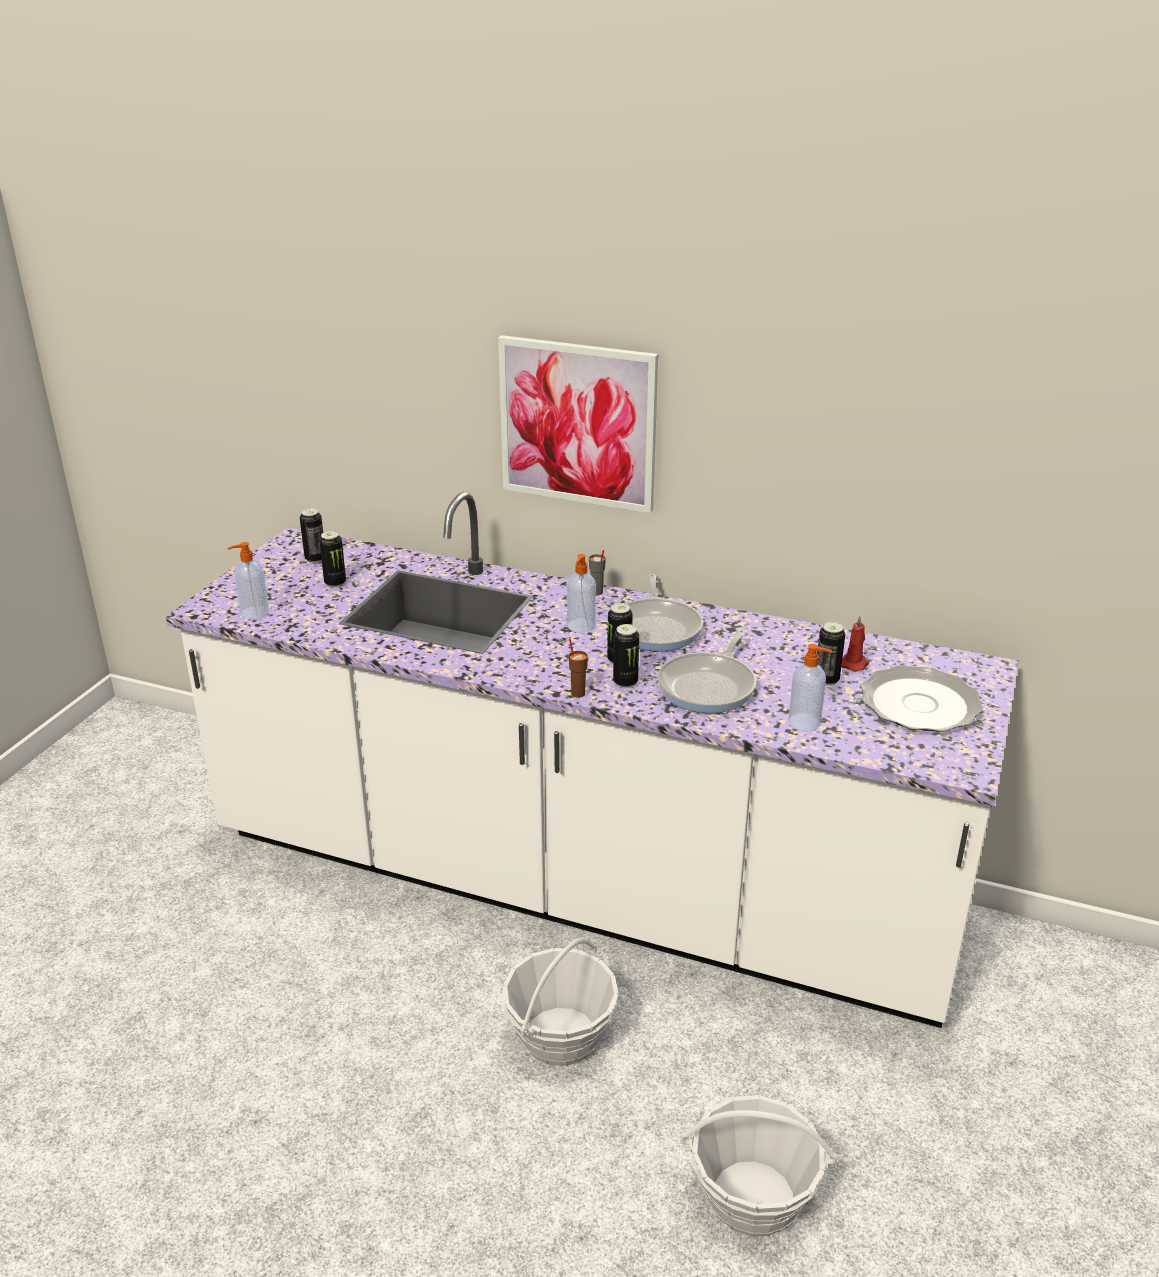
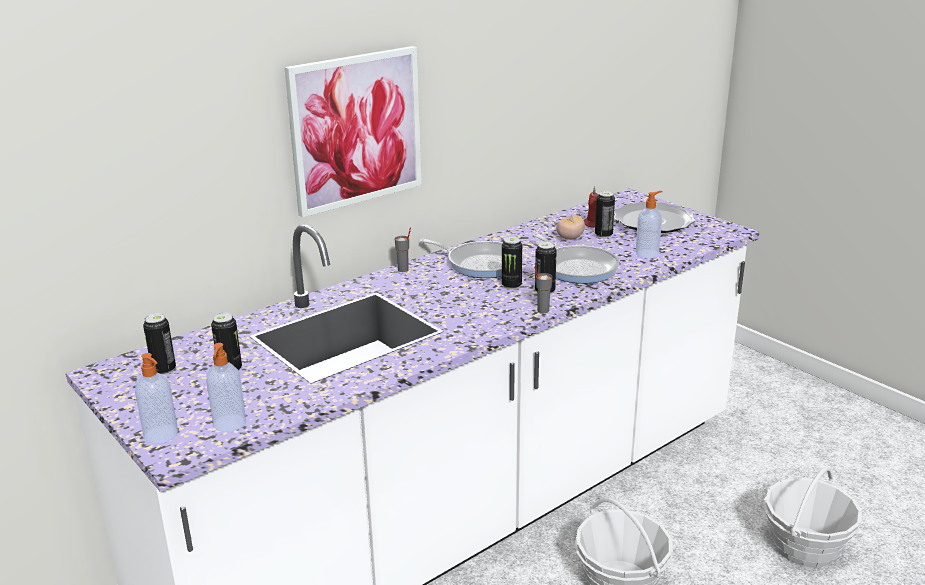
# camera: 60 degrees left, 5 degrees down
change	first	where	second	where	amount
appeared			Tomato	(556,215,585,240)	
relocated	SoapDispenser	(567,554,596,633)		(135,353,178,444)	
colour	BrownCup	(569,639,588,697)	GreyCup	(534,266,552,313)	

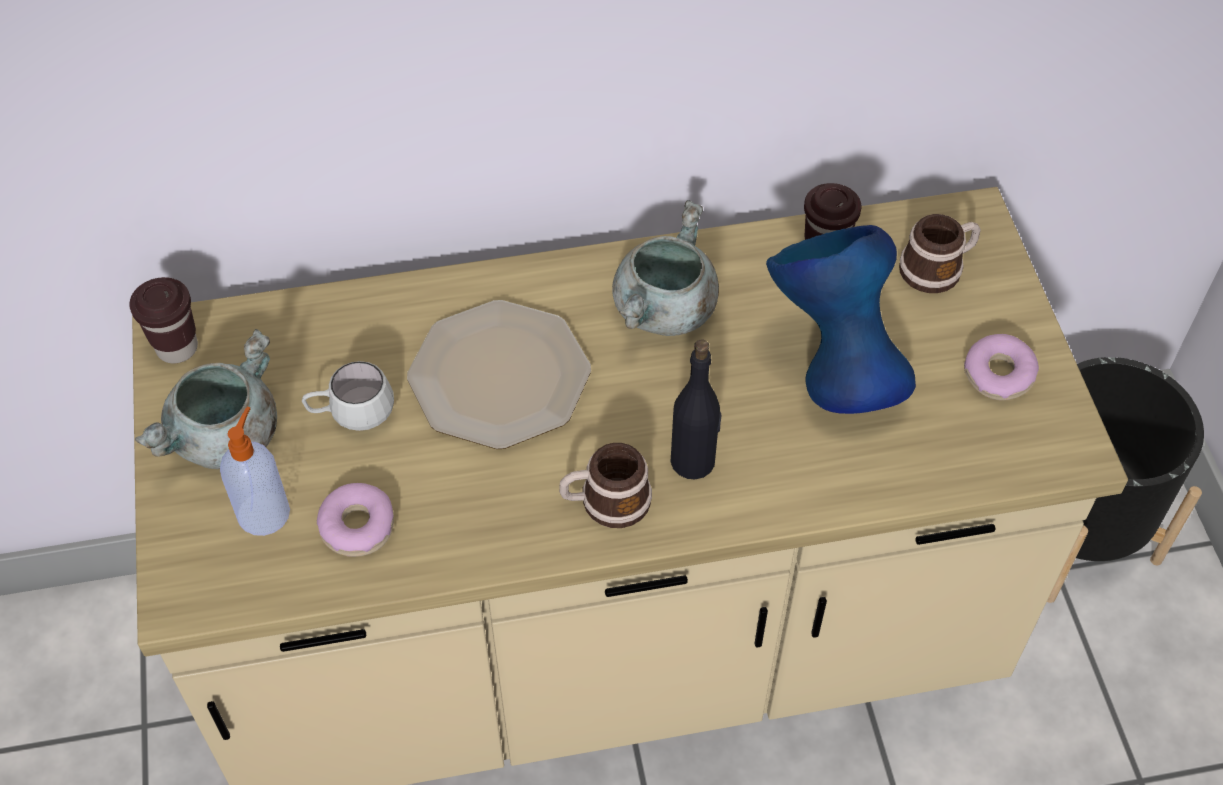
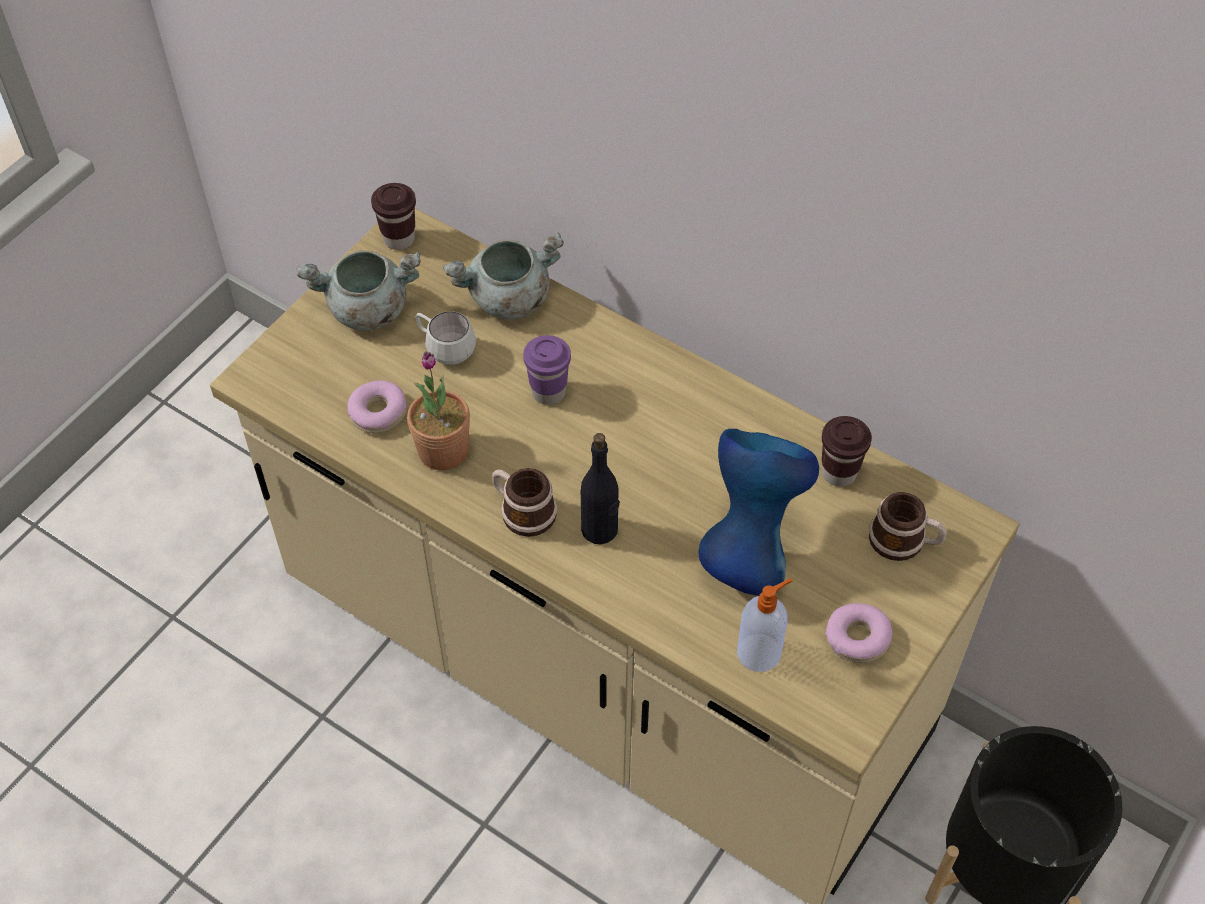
# camera: 45 degrees right, 0 degrees up
change	first	where	second	where	amount
appeared			PottedPlant	(407,351,470,470)	
relocated	SoapDispenser	(220,406,290,536)		(737,579,793,672)	
relocated	GreyCookingPot	(612,200,719,336)		(443,232,564,319)	
exchanged	Plate	(407,300,591,449)	PurpleCup	(523,335,571,405)	

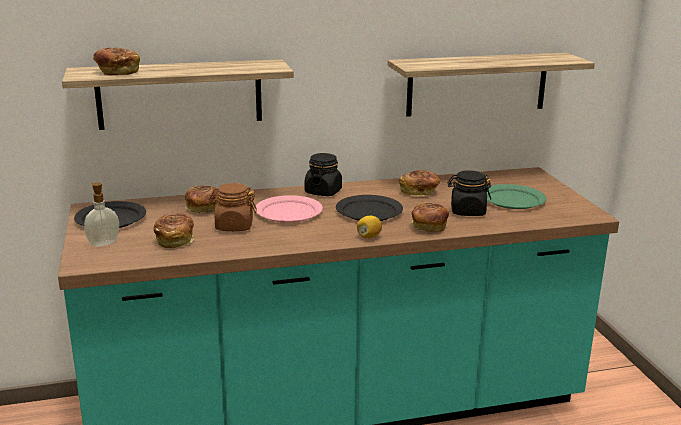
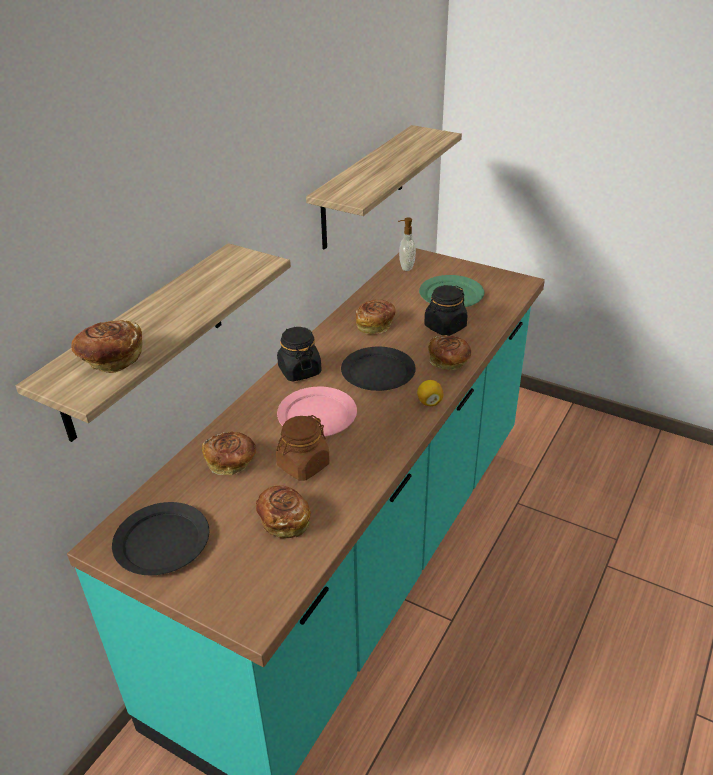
# camera: 45 degrees left, 15 degrees up
change	first	where	second	where	amount
relocated	SoapDispenser	(84,182,119,247)		(398,218,416,271)	

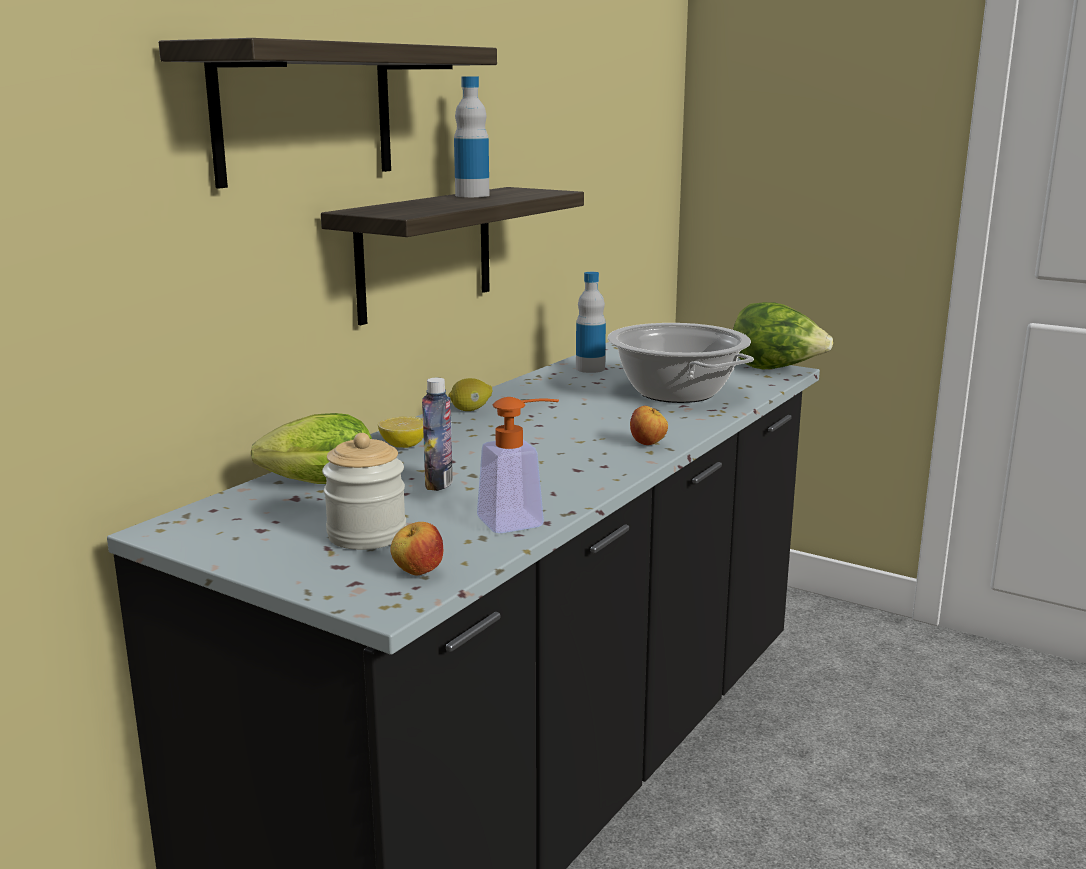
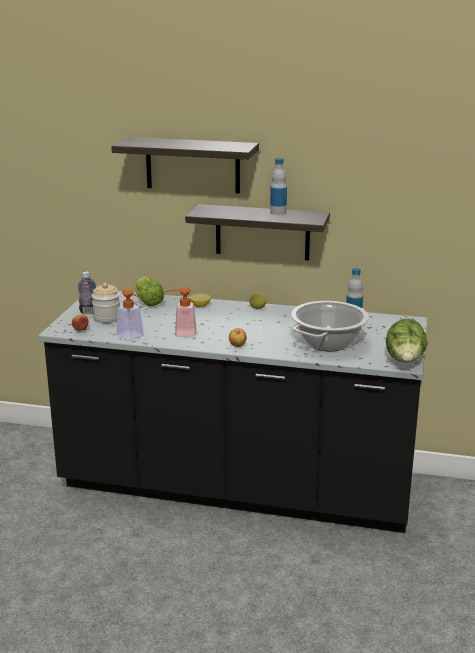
# camera: 70 degrees right, 5 degrees up
change	first	where	second	where	amount
appeared			SoapDispenser	(165,287,197,337)	
relocated	Bottle	(422,378,453,491)		(78,271,96,314)	

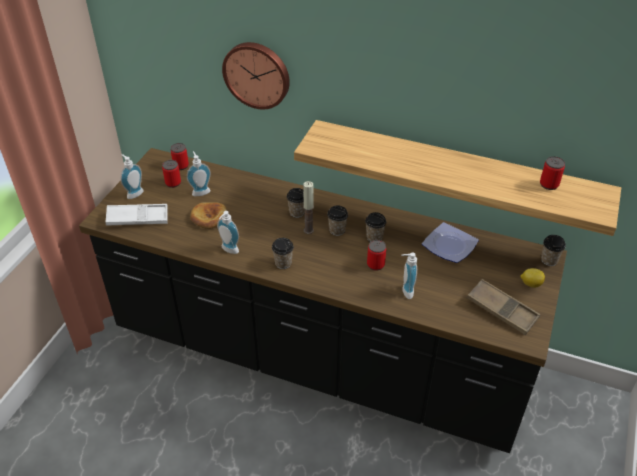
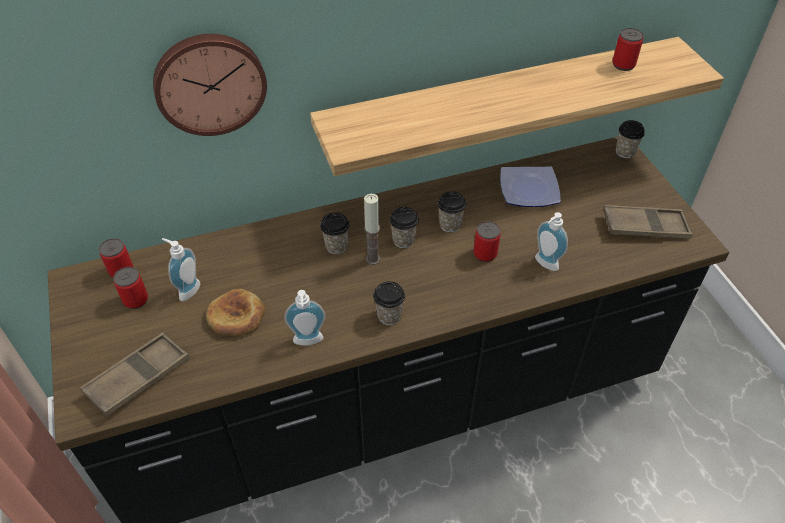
# camera: 40 degrees left, 5 degrees up
change	first	where	second	where	amount
missing	SoapDispenser	(121,154,144,199)			
missing	Lemon	(520,268,545,288)			
colour	WhiteTray	(105,204,168,226)	BrownTray	(80,333,190,416)	

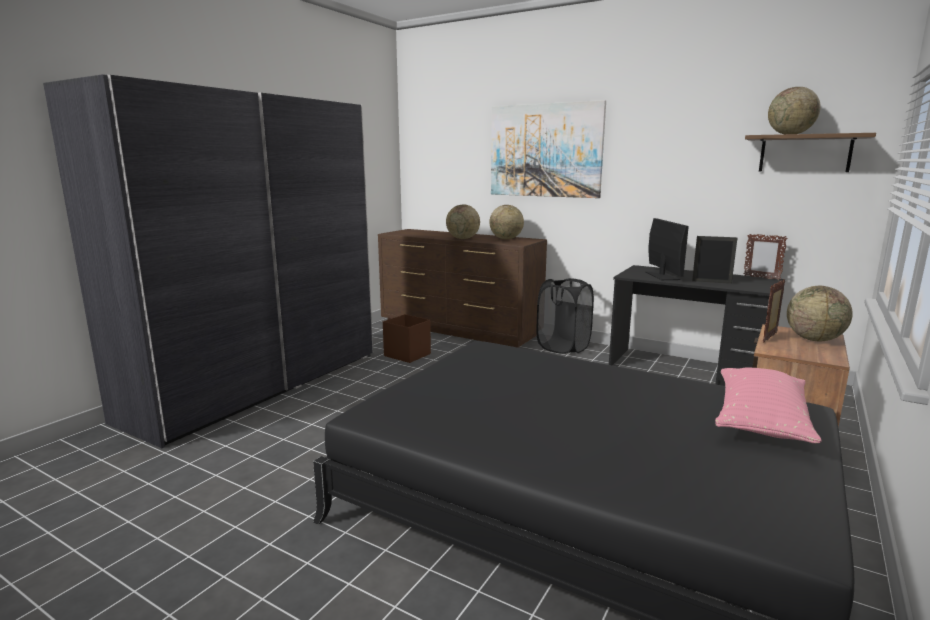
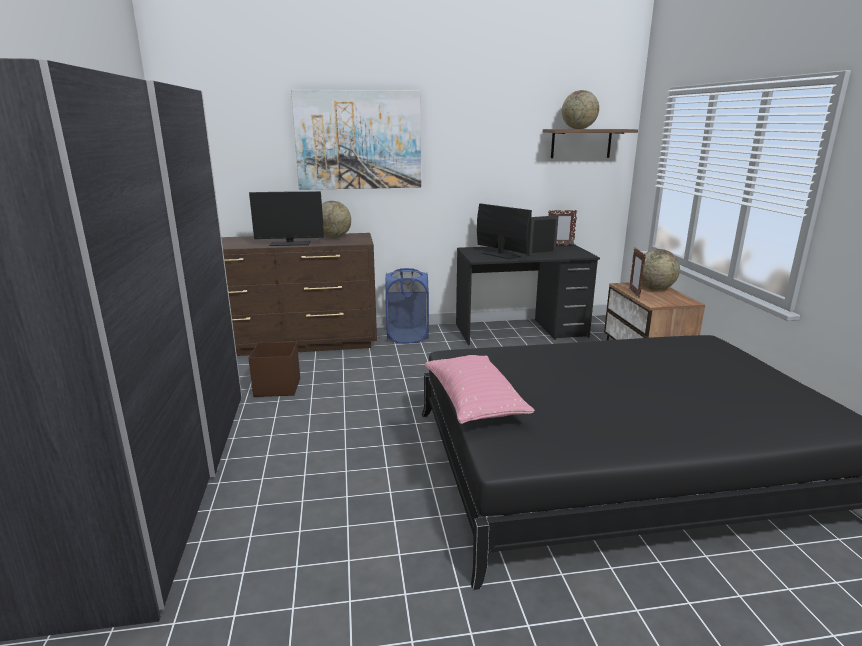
# camera: 40 degrees left, 5 degrees up
change	first	where	second	where	amount
relocated	PinkPillow	(715,367,822,443)		(425,355,535,424)	
exchanged	Globe	(446,204,480,239)	Monitor	(249,191,324,246)	
colour	BlackLaundryBasket	(536,278,594,354)	BlueLaundryBasket	(385,268,429,343)	

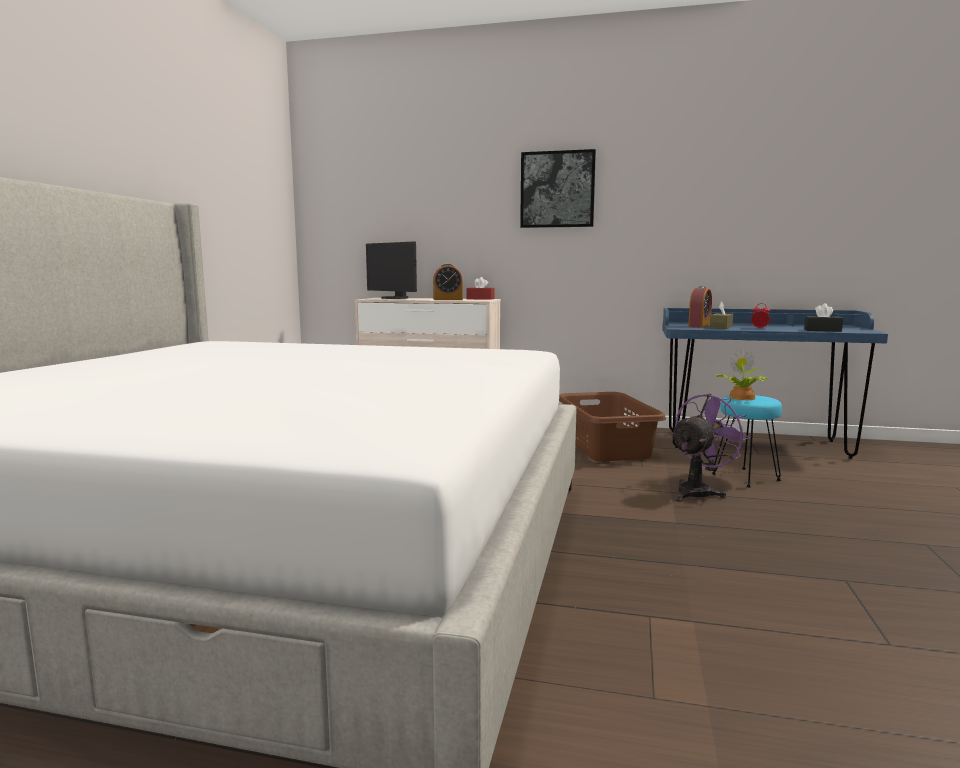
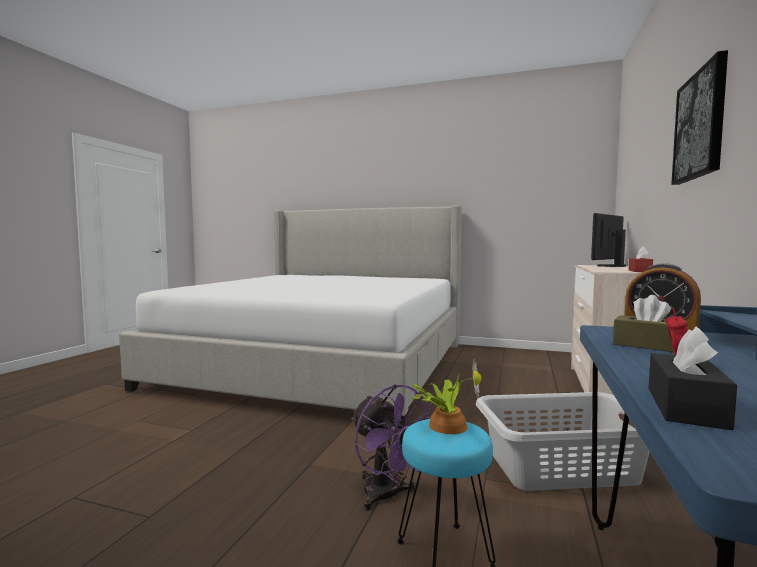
# camera: 95 degrees right, 5 degrees down
change	first	where	second	where	amount
missing	AlarmClock	(433,264,463,300)			
colour	BrownLaundryBasket	(559,392,666,462)	GreyLaundryBasket	(476,392,650,491)	

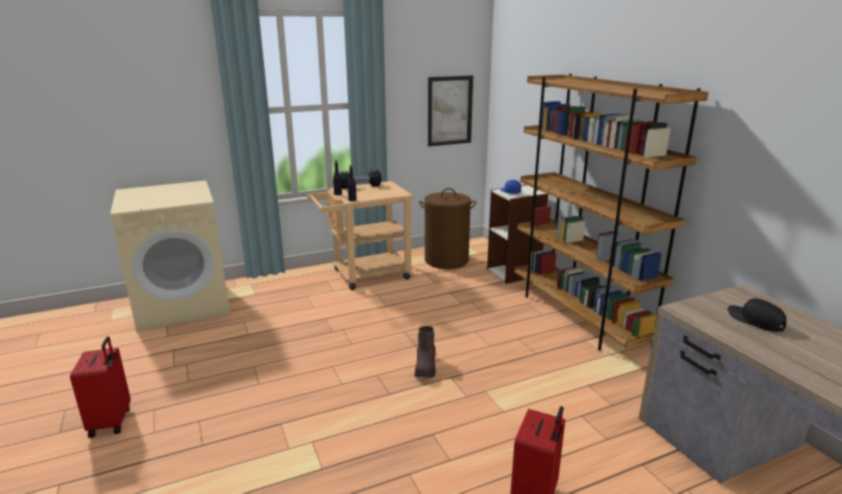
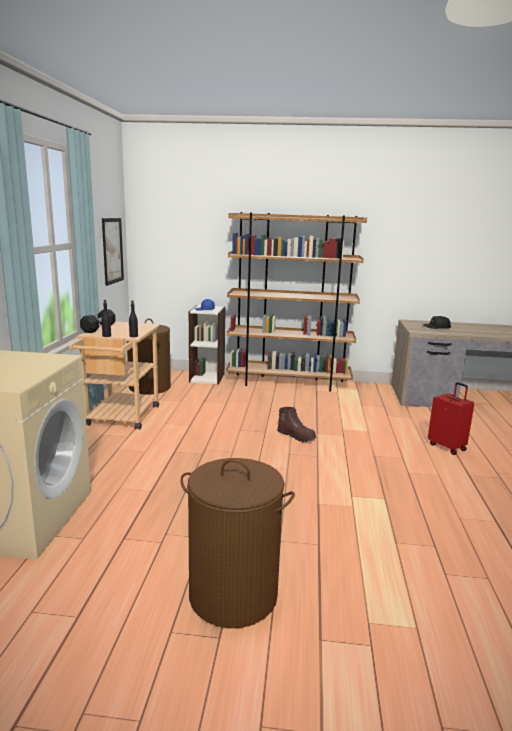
# camera: 60 degrees left, 5 degrees down
change	first	where	second	where	amount
exchanged	RedSuitcase	(70,336,131,438)	BrownLaundryBasket	(180,458,295,628)	

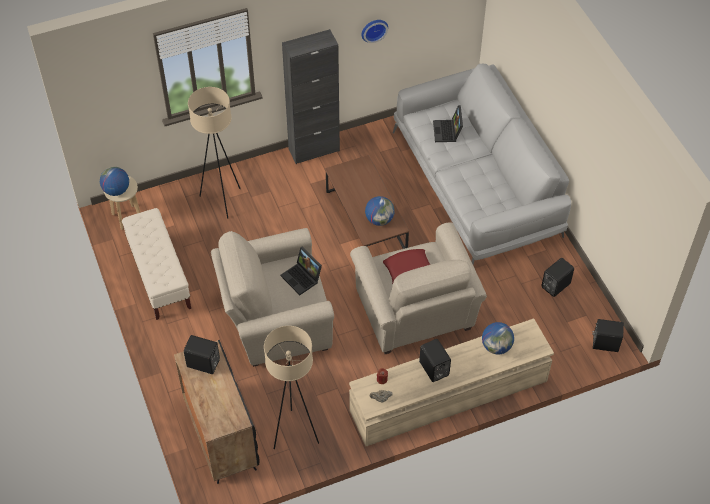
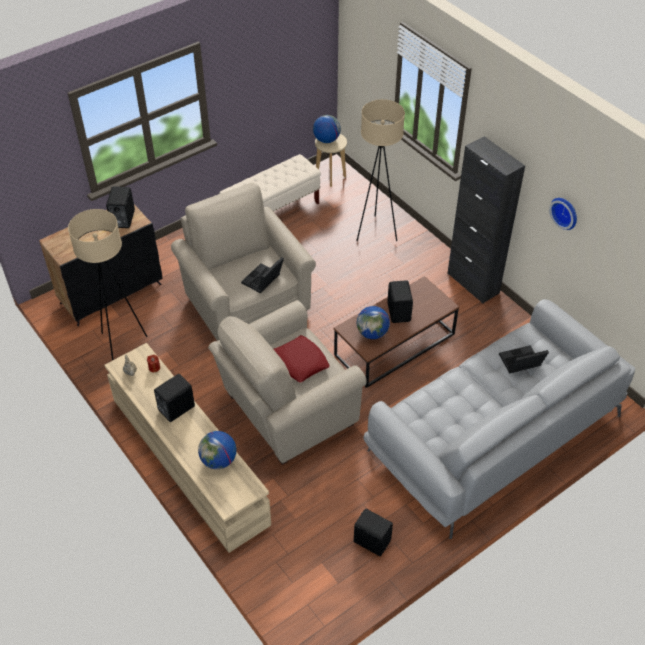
# camera: 75 degrees right, 5 degrees down
change	first	where	second	where	amount
relocated	BlackSpeaker	(592,319,624,352)		(387,280,413,323)	

